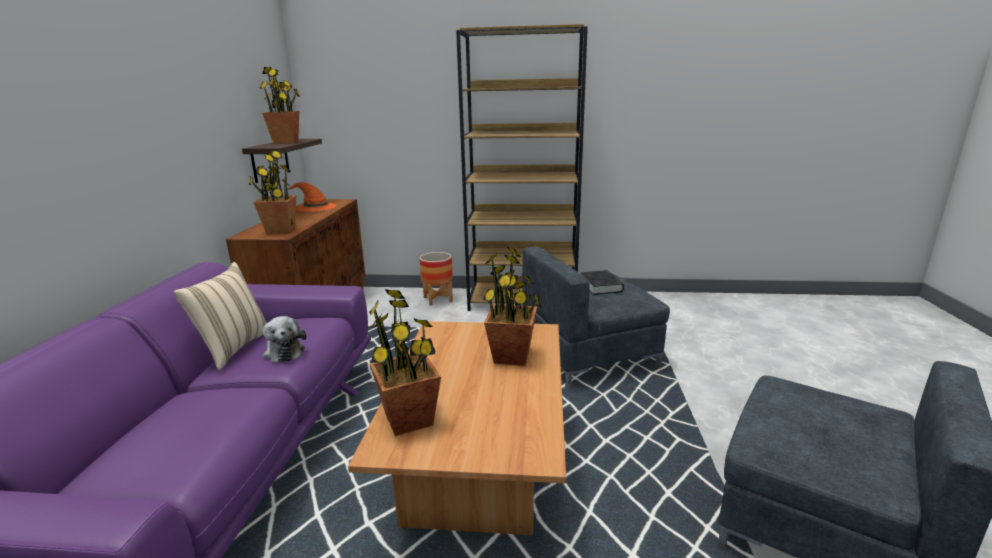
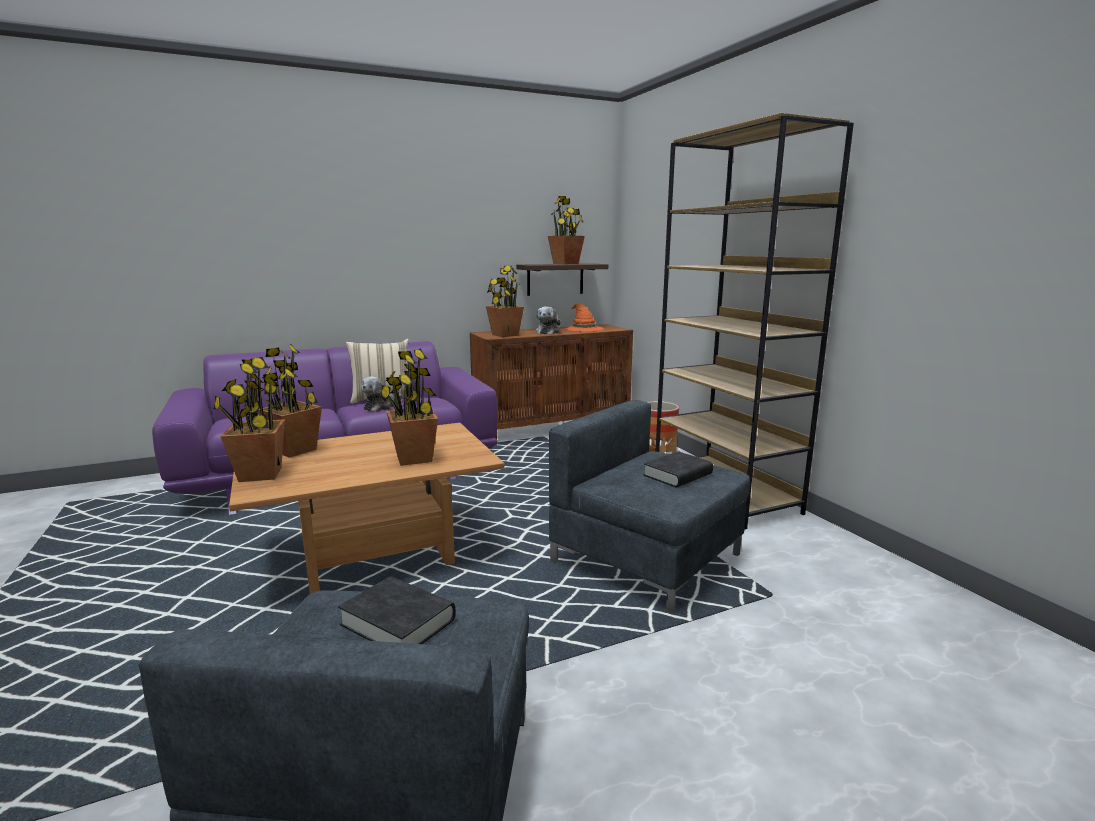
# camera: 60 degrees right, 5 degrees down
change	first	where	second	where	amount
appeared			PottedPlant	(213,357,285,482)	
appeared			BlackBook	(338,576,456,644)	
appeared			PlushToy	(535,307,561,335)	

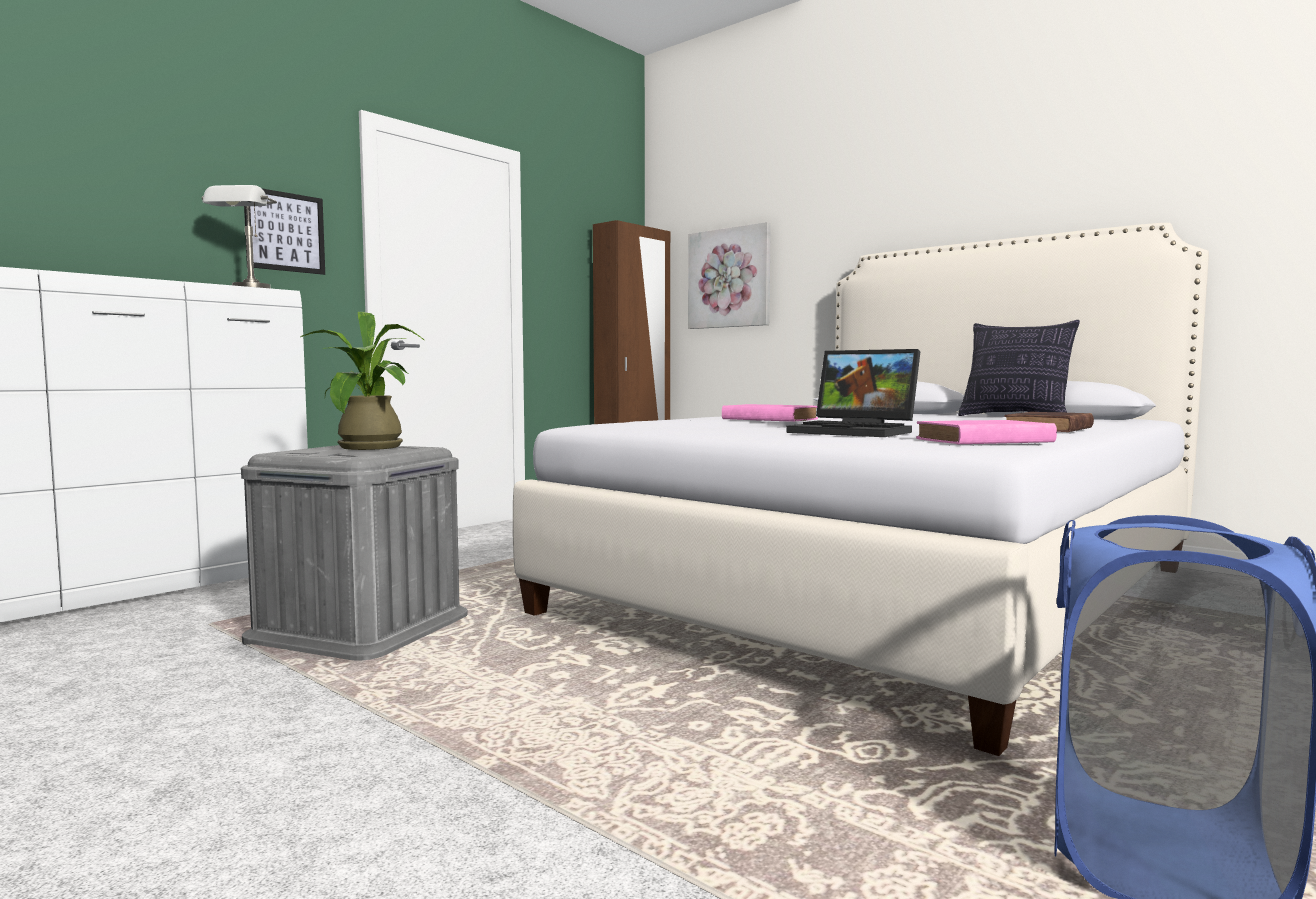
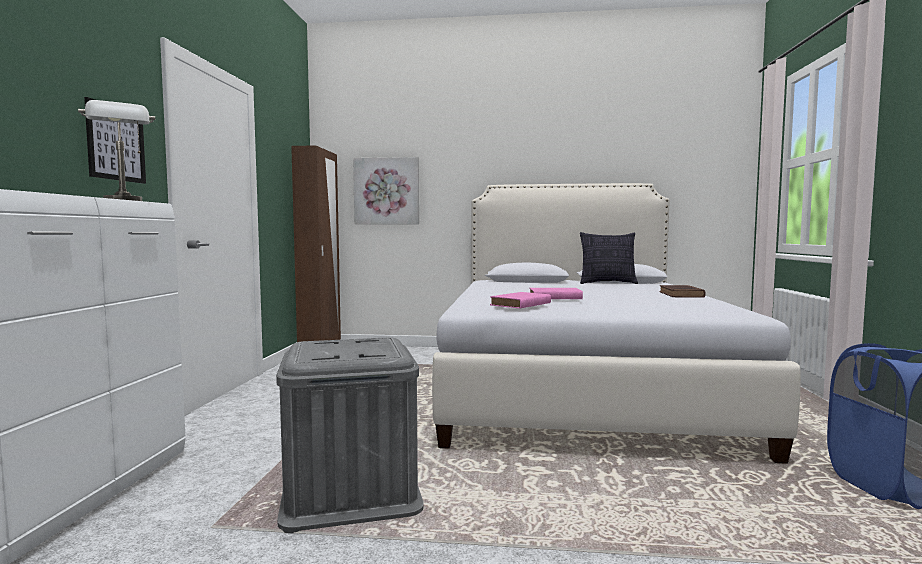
# camera: 35 degrees left, 0 degrees up
change	first	where	second	where	amount
missing	PottedPlant	(300,312,424,450)			
missing	Laptop	(787,349,921,437)			
relocated	PinkBook	(916,420,1057,444)		(490,292,551,309)	

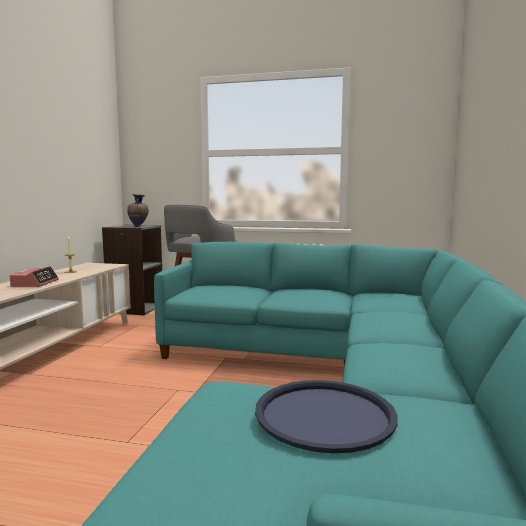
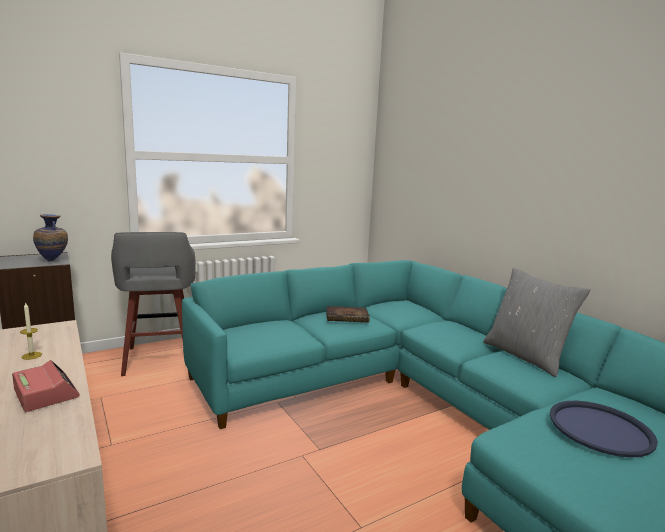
# camera: 45 degrees left, 5 degrees up
change	first	where	second	where	amount
appeared			Book	(326,306,370,322)	
appeared			GreyPillow	(483,268,590,377)	

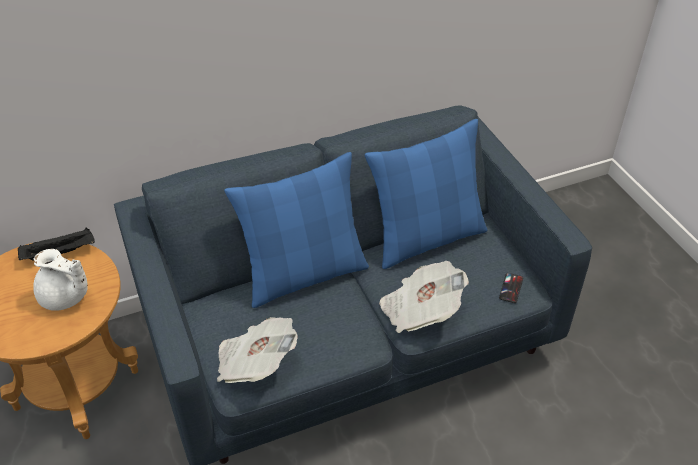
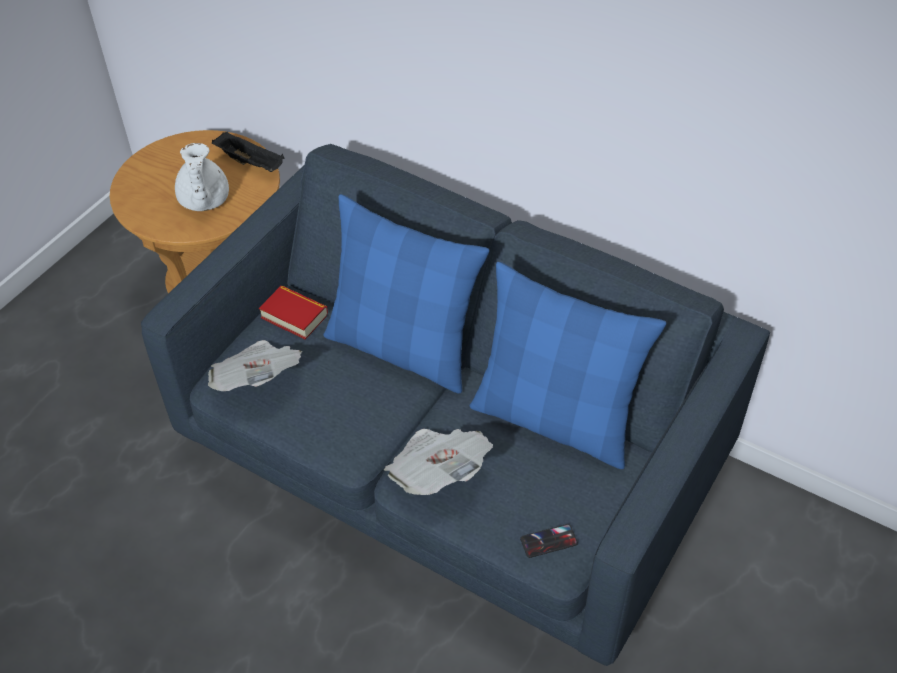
# camera: 55 degrees right, 5 degrees up
change	first	where	second	where	amount
appeared			Book	(259,286,328,340)	

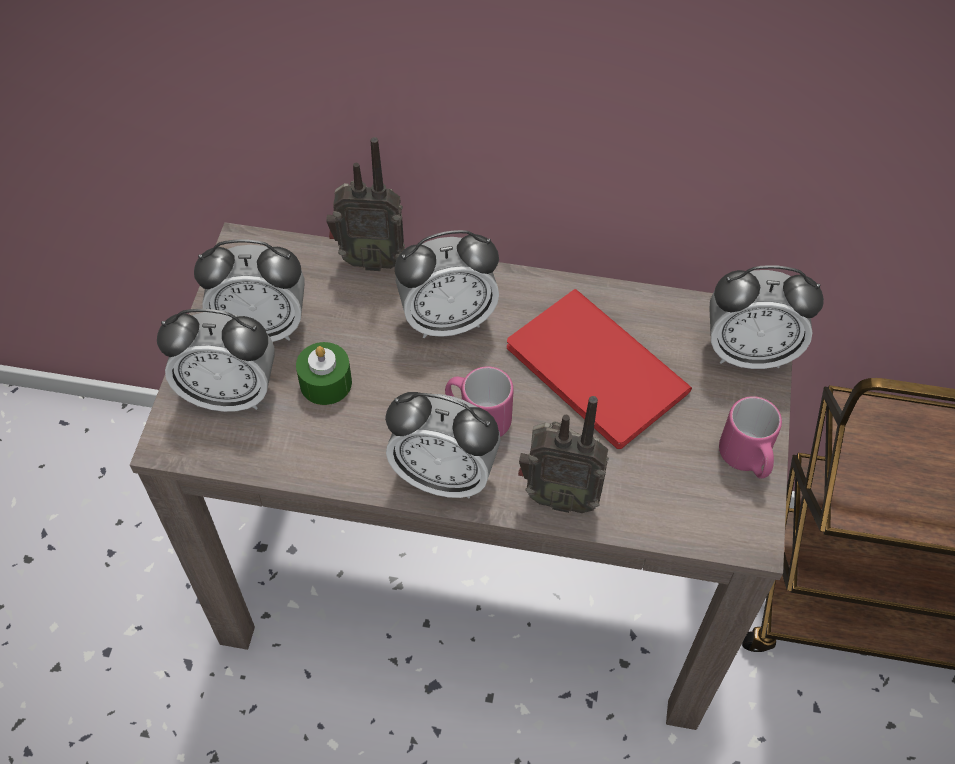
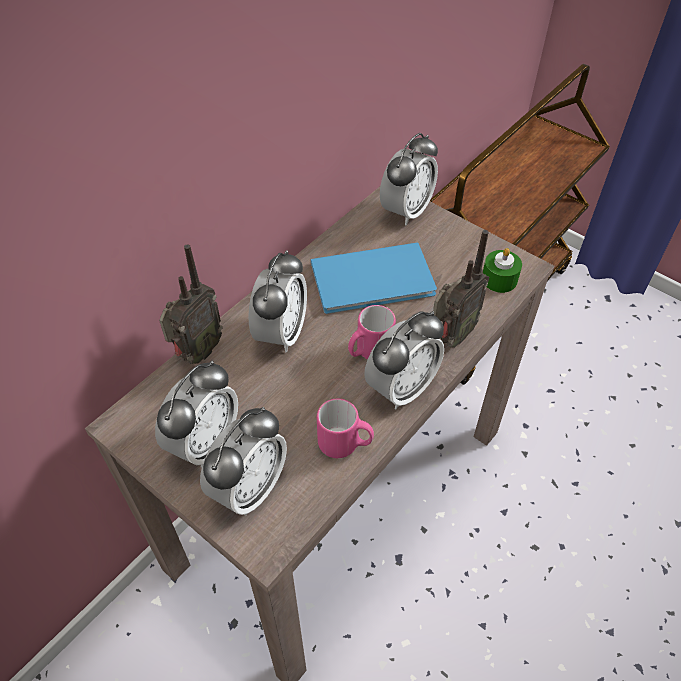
# camera: 60 degrees left, 5 degrees down
change	first	where	second	where	amount
relocated	GreenCandle	(296,342,352,405)		(483,248,522,293)	
relocated	PinkMug	(719,396,782,479)		(317,399,374,458)	
colour	RedBook	(507,289,692,449)	BlueBook	(311,242,437,314)	

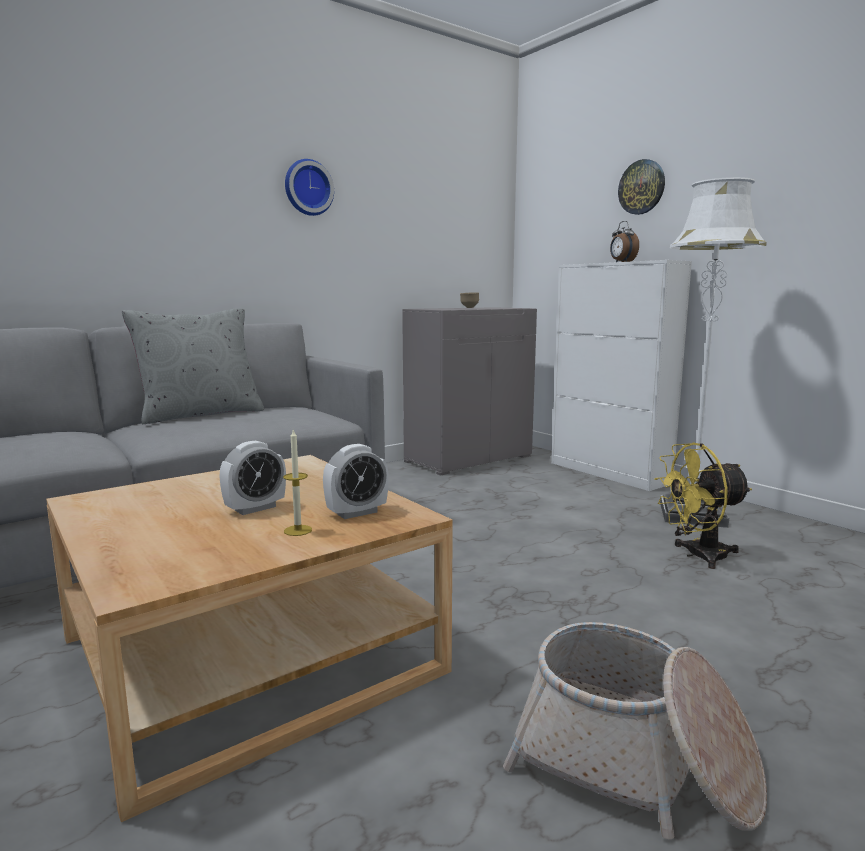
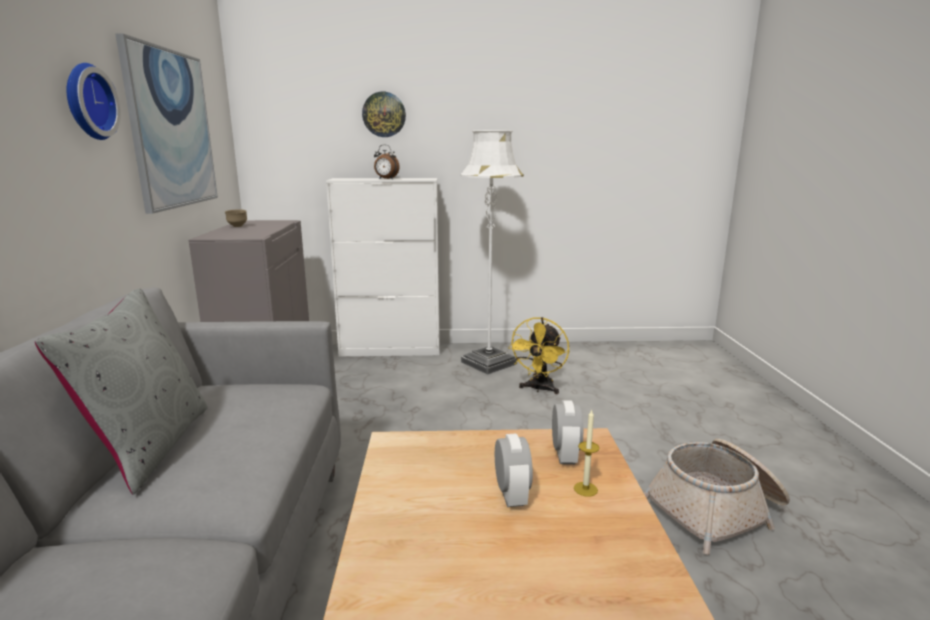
# camera: 55 degrees left, 5 degrees up
change	first	where	second	where	amount
appeared			Picture	(115,33,218,214)	

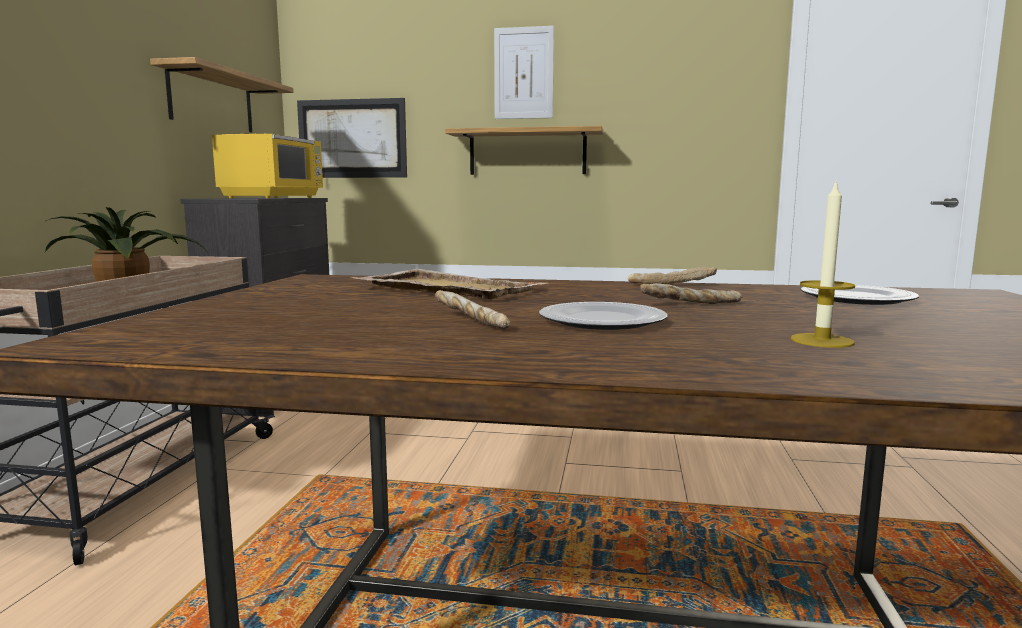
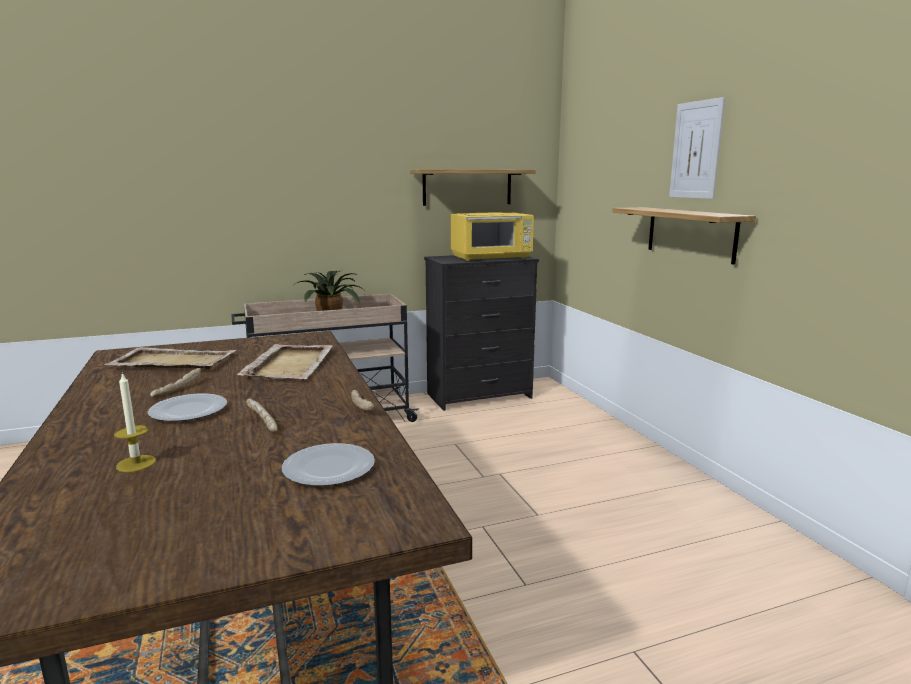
# camera: 60 degrees right, 5 degrees up
change	first	where	second	where	amount
missing	Picture	(297,98,407,178)			
appeared			BeigeTray	(104,347,237,369)	

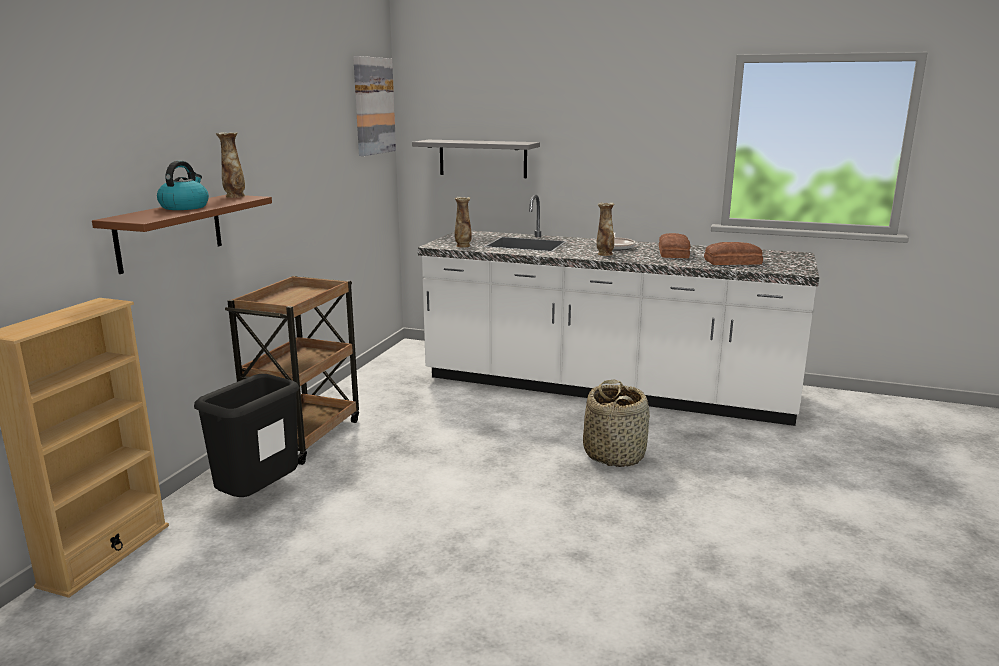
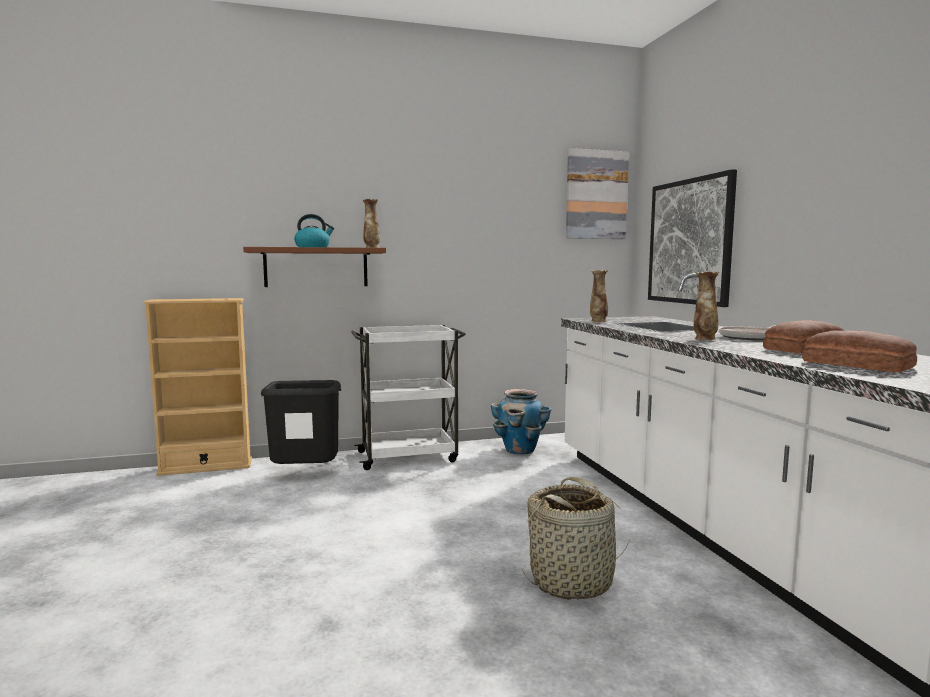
# camera: 55 degrees right, 10 degrees down
change	first	where	second	where	amount
appeared			Planter	(491,389,551,454)	
exchanged	GreyShelf	(412,140,540,178)	Picture	(648,169,737,307)	
colour	BrownCart	(225,275,359,465)	WhiteCart	(351,325,466,470)	

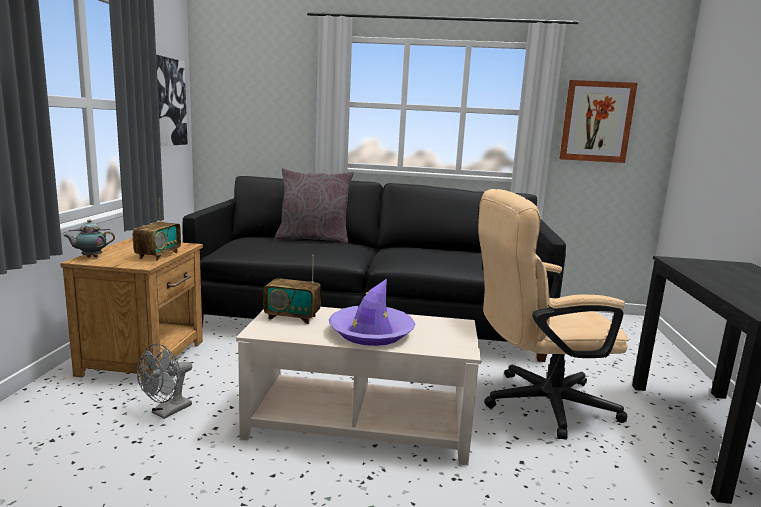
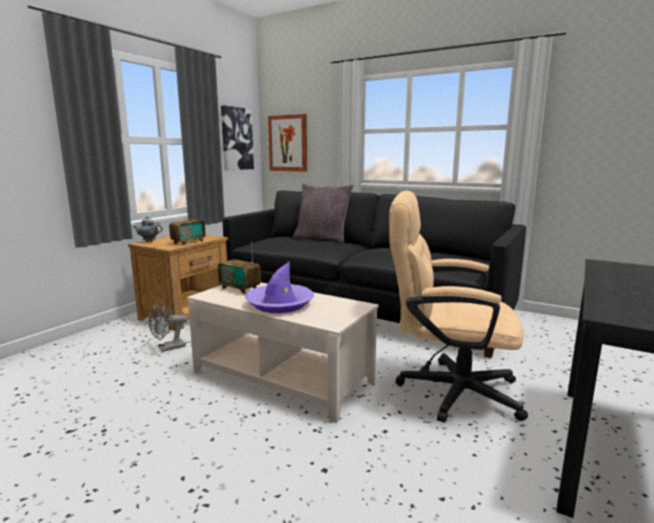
# camera: 25 degrees right, 0 degrees up
change	first	where	second	where	amount
relocated	Picture	(559,80,637,163)		(268,114,307,172)	

